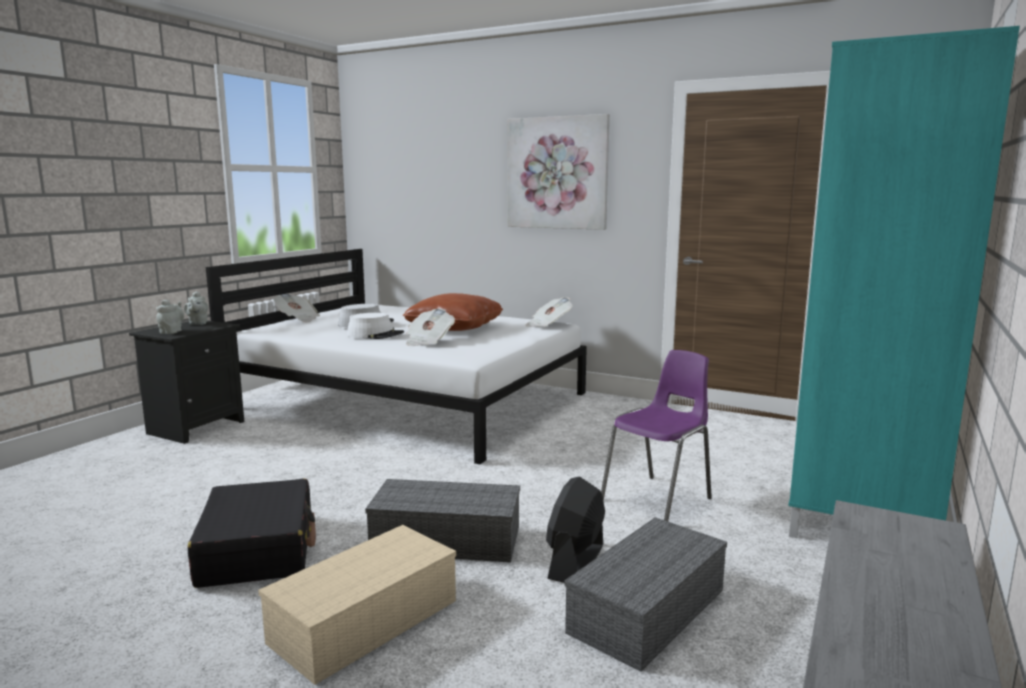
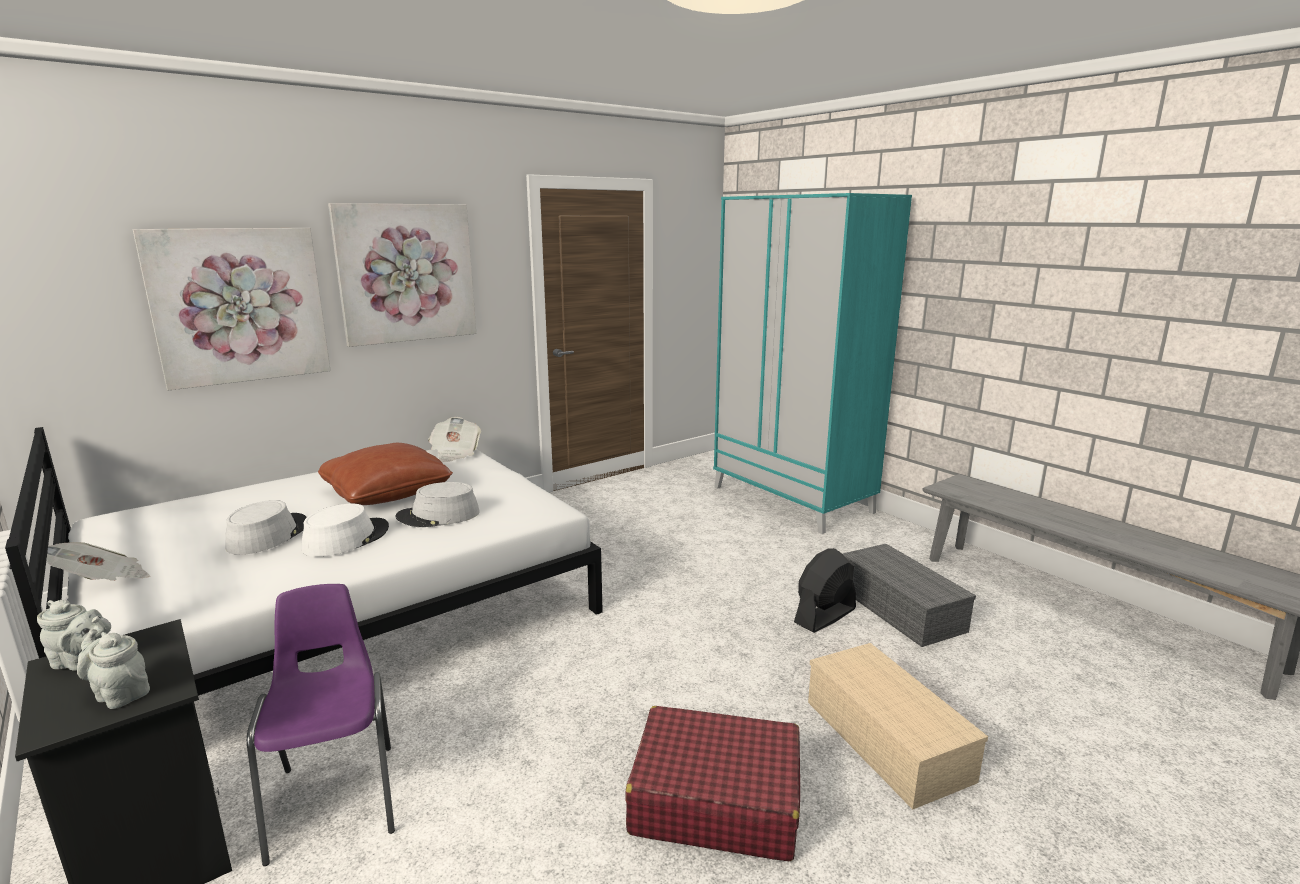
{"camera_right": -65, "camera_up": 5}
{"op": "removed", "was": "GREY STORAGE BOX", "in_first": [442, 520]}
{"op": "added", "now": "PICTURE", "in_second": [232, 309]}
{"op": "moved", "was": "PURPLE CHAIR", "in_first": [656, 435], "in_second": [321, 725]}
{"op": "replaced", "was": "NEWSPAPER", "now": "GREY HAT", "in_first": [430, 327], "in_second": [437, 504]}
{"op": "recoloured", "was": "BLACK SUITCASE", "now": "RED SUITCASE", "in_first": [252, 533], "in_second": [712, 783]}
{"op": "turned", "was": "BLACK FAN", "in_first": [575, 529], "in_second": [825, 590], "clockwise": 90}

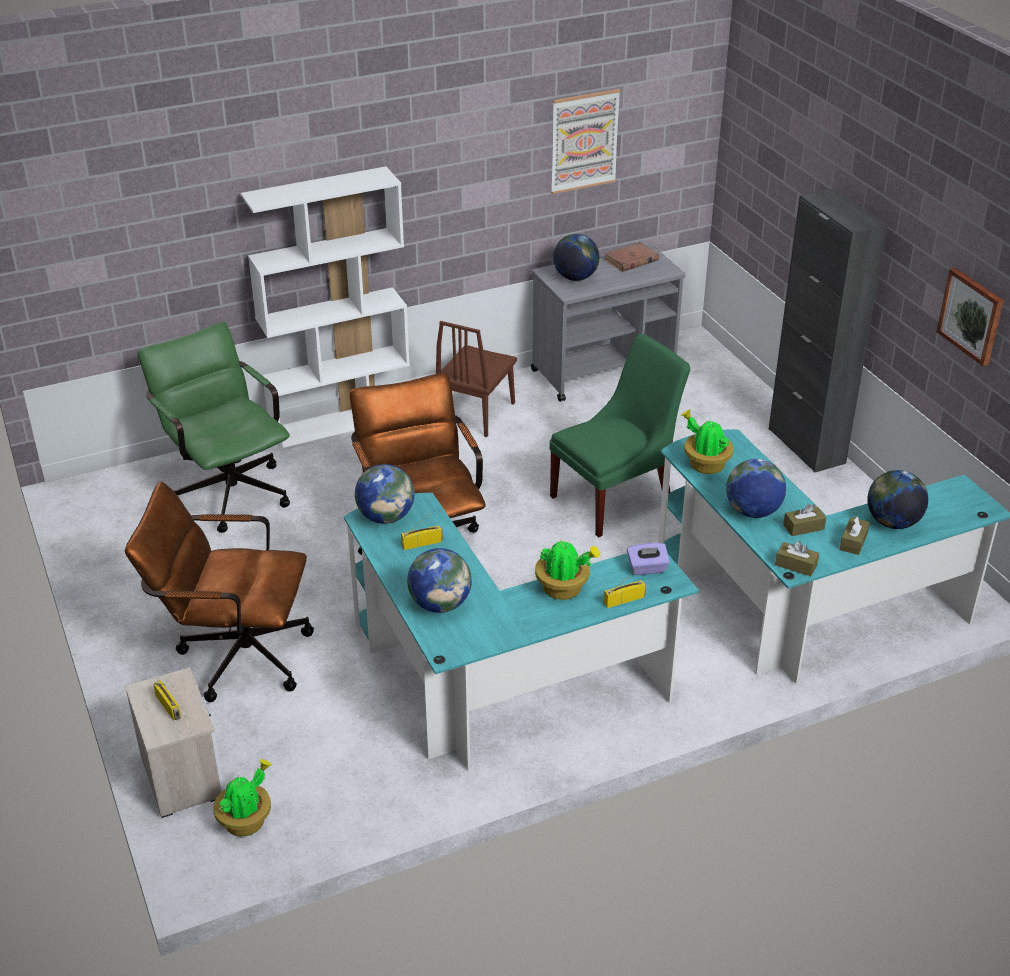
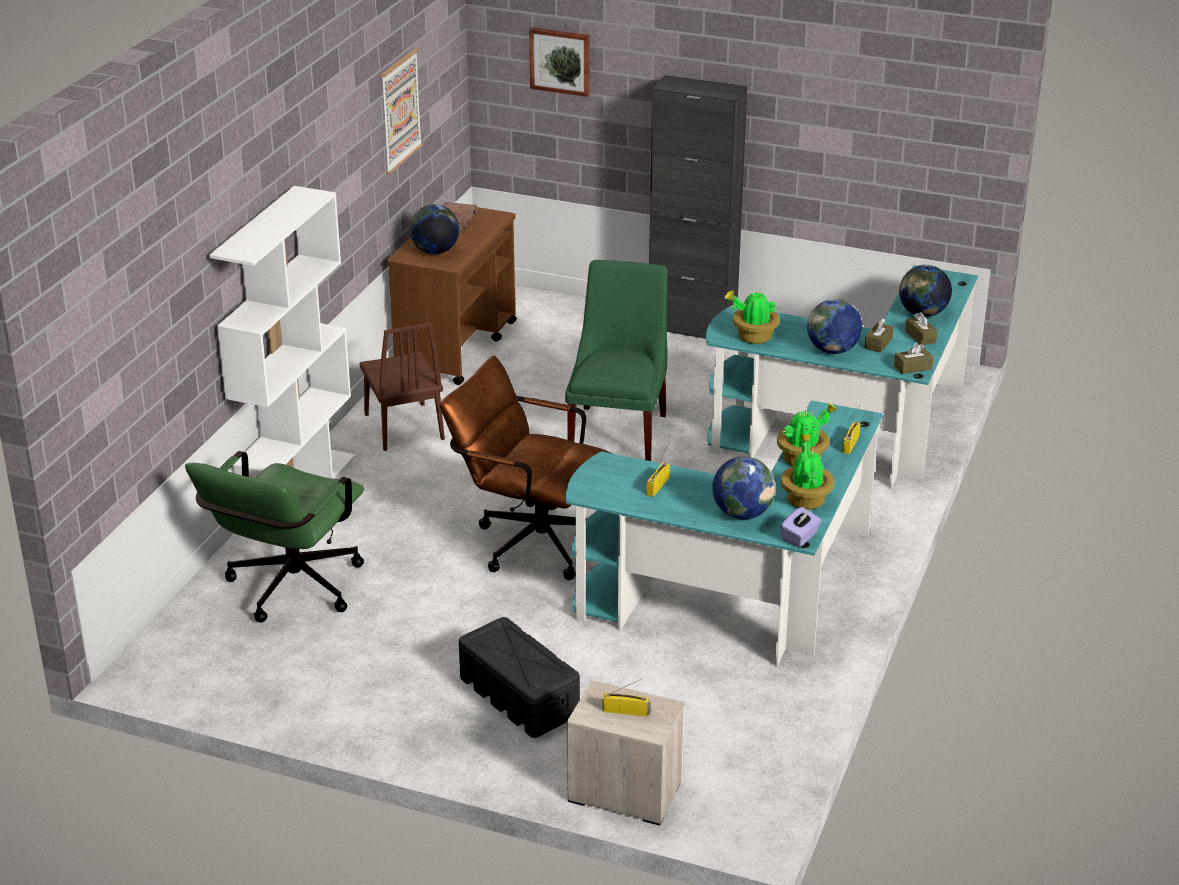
{"camera_right": -45, "camera_up": -5}
{"op": "removed", "was": "GLOBE", "in_first": [384, 494]}
{"op": "moved", "was": "POTTED PLANT", "in_first": [243, 798], "in_second": [807, 472]}
{"op": "moved", "was": "PURPLE TISSUE BOX", "in_first": [648, 559], "in_second": [801, 527]}
{"op": "moved", "was": "PICTURE", "in_first": [970, 317], "in_second": [559, 62]}
{"op": "replaced", "was": "BROWN OFFICE CHAIR", "now": "BLACK STORAGE BOX", "in_first": [219, 591], "in_second": [519, 677]}
{"op": "recoloured", "was": "GREY CART", "now": "BROWN CART", "in_first": [608, 323], "in_second": [452, 296]}
{"op": "turned", "was": "GREEN OFFICE CHAIR", "in_first": [214, 427], "in_second": [274, 537], "clockwise": -75}

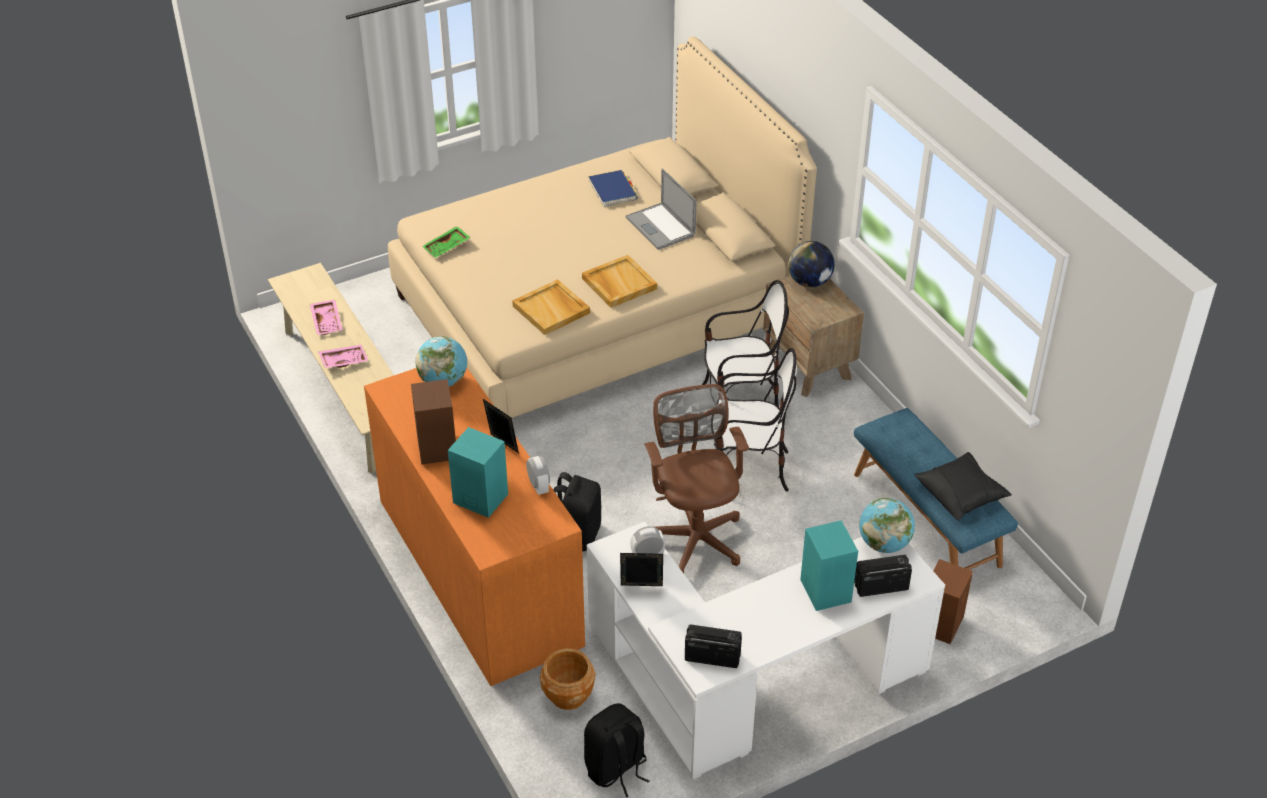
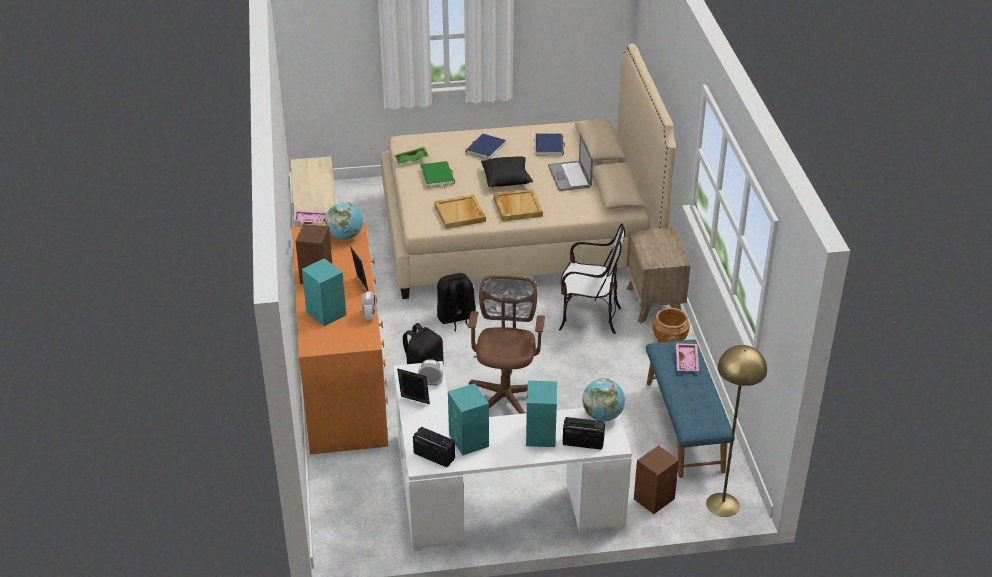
{"camera_right": 20, "camera_up": -5}
{"op": "removed", "was": "CHAIR", "in_first": [755, 420]}
{"op": "removed", "was": "GLOBE", "in_first": [811, 264]}
{"op": "added", "now": "GREEN BOOK", "in_second": [437, 174]}
{"op": "added", "now": "TURQUOISE SPEAKER", "in_second": [468, 419]}
{"op": "added", "now": "BLUE BOOK", "in_second": [485, 146]}
{"op": "added", "now": "YELLOW FLOOR LAMP", "in_second": [736, 431]}
{"op": "moved", "was": "PINK TRAY", "in_first": [326, 317], "in_second": [687, 357]}
{"op": "moved", "was": "BROWN PLANTER", "in_first": [567, 679], "in_second": [671, 325]}
{"op": "moved", "was": "BLACK BACKPACK", "in_first": [617, 750], "in_second": [456, 302]}
{"op": "moved", "was": "BLACK PILLOW", "in_first": [963, 486], "in_second": [507, 171]}

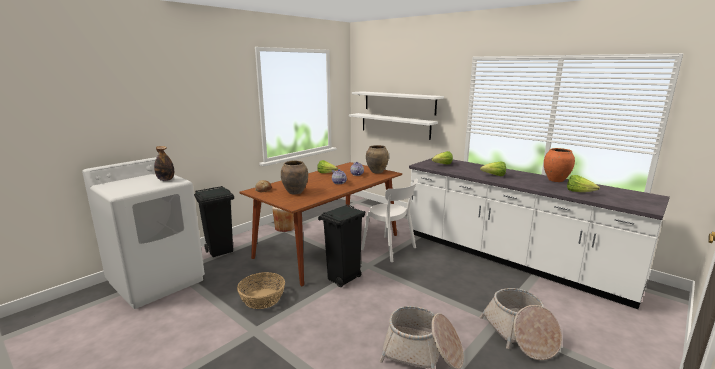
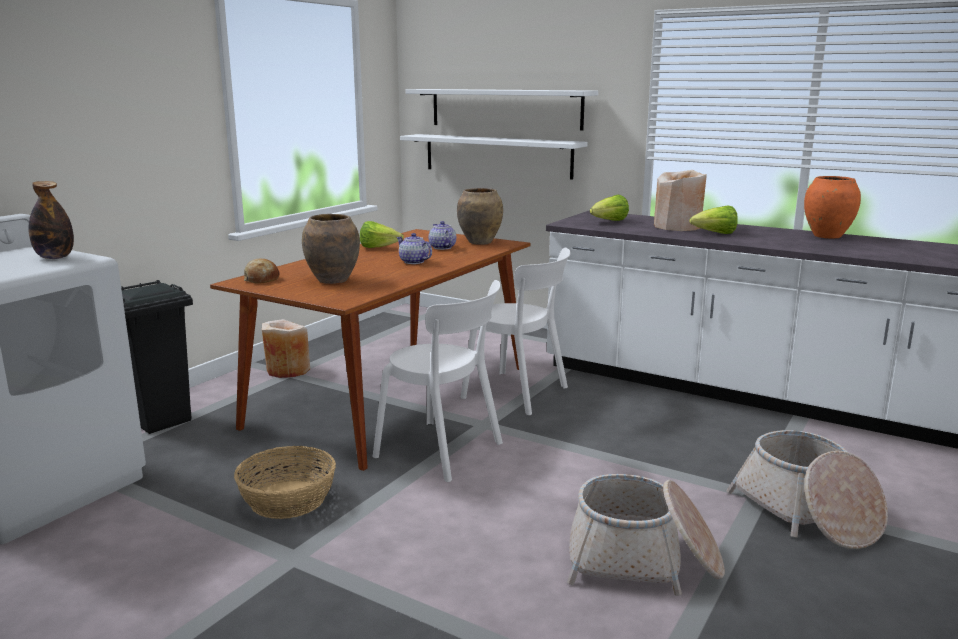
{"camera_right": -10, "camera_up": 0}
{"op": "removed", "was": "LETTUCE", "in_first": [583, 183]}
{"op": "added", "now": "BEIGE VASE", "in_second": [680, 200]}
{"op": "replaced", "was": "BLACK TRASH CAN", "now": "WHITE CHAIR", "in_first": [342, 245], "in_second": [438, 381]}

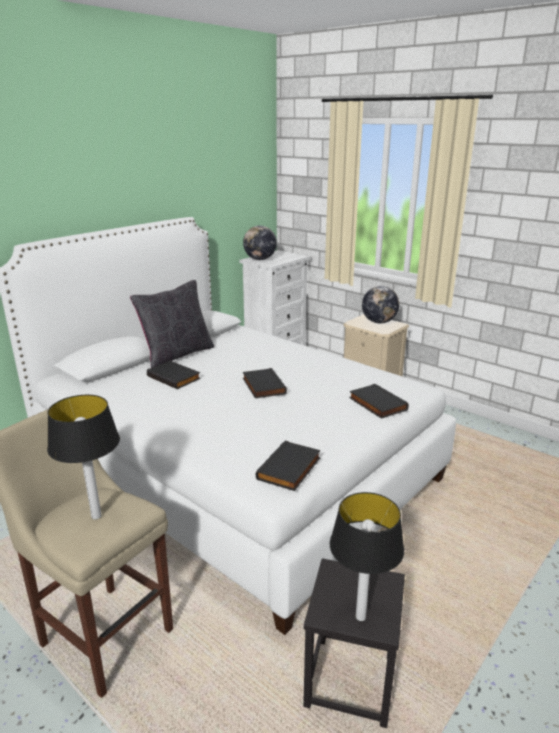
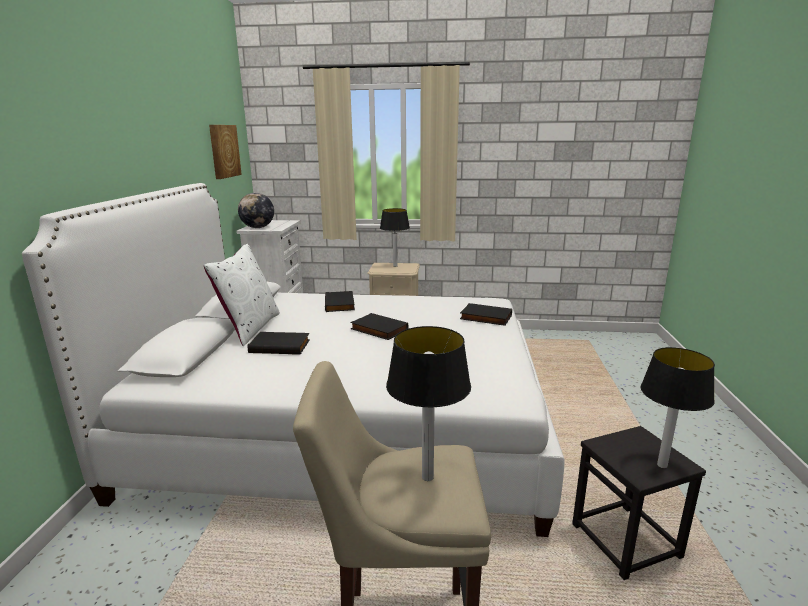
{"camera_right": -35, "camera_up": -5}
{"op": "added", "now": "PICTURE", "in_second": [225, 152]}
{"op": "moved", "was": "BLACK BOOK", "in_first": [288, 465], "in_second": [340, 301]}
{"op": "replaced", "was": "GLOBE", "now": "TABLE LAMP", "in_first": [380, 304], "in_second": [395, 237]}
{"op": "recoloured", "was": "BLACK PILLOW", "now": "WHITE PILLOW", "in_first": [172, 324], "in_second": [242, 295]}

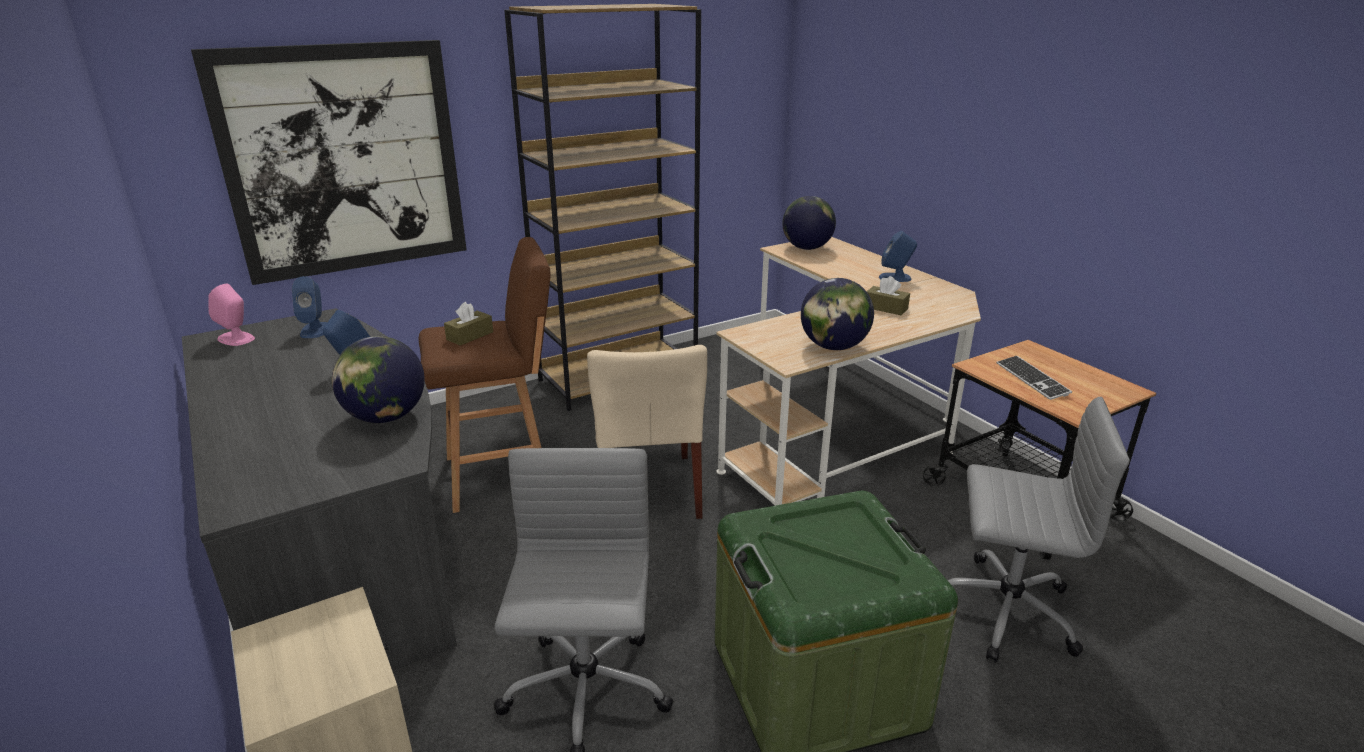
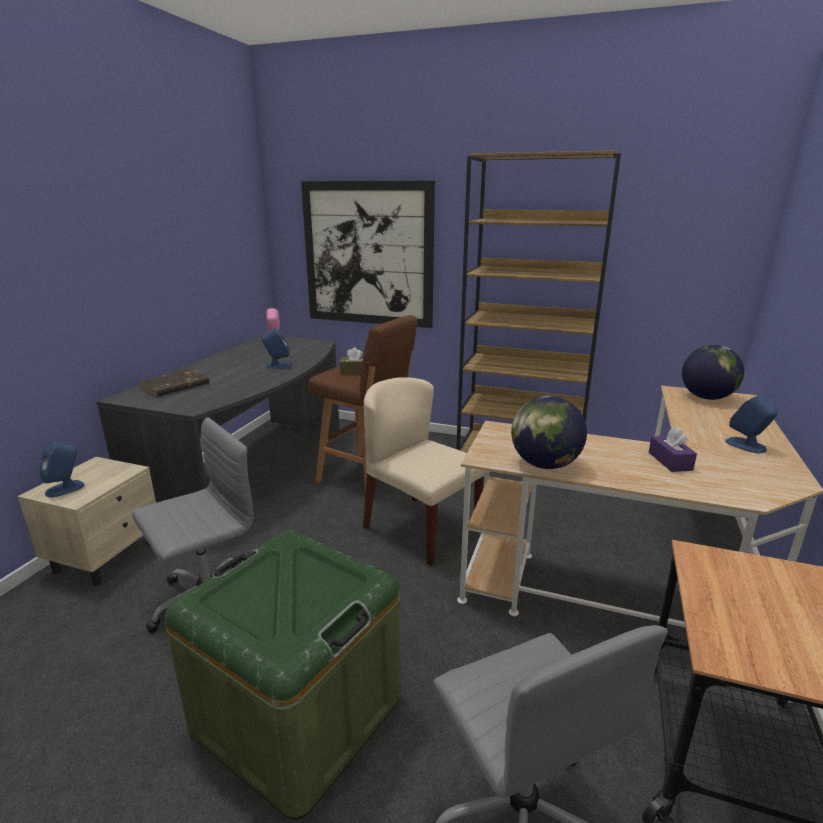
{"camera_right": 50, "camera_up": -5}
{"op": "removed", "was": "GLOBE", "in_first": [378, 379]}
{"op": "removed", "was": "KEYBOARD", "in_first": [1034, 378]}
{"op": "added", "now": "BROWN BOOK", "in_second": [174, 383]}
{"op": "moved", "was": "BLUE SPEAKER", "in_first": [309, 307], "in_second": [61, 470]}
{"op": "recoloured", "was": "BROWN TISSUE BOX", "now": "PURPLE TISSUE BOX", "in_first": [888, 295], "in_second": [673, 449]}
{"op": "turned", "was": "BEIGE CHAIR", "in_first": [647, 432], "in_second": [423, 471], "clockwise": 90}

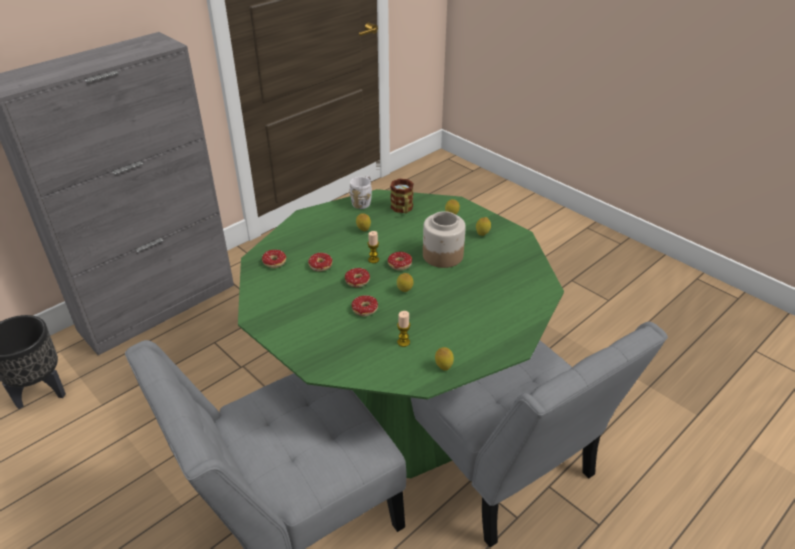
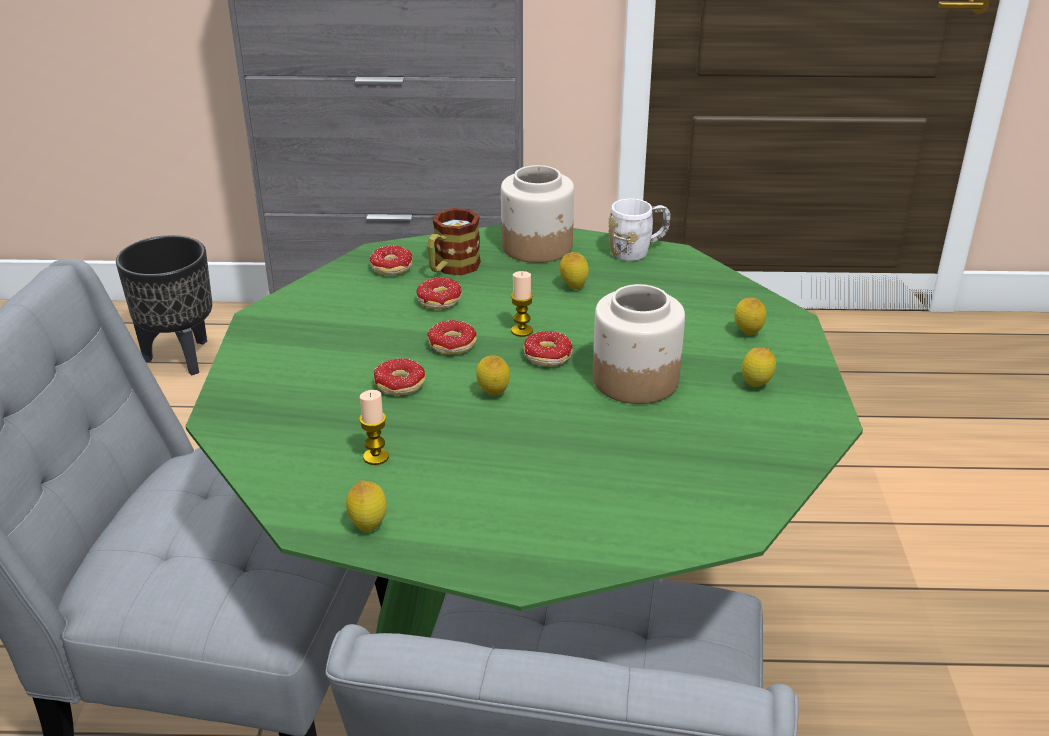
{"camera_right": 45, "camera_up": -5}
{"op": "added", "now": "JAR", "in_second": [537, 214]}
{"op": "moved", "was": "MUG", "in_first": [402, 196], "in_second": [454, 241]}

